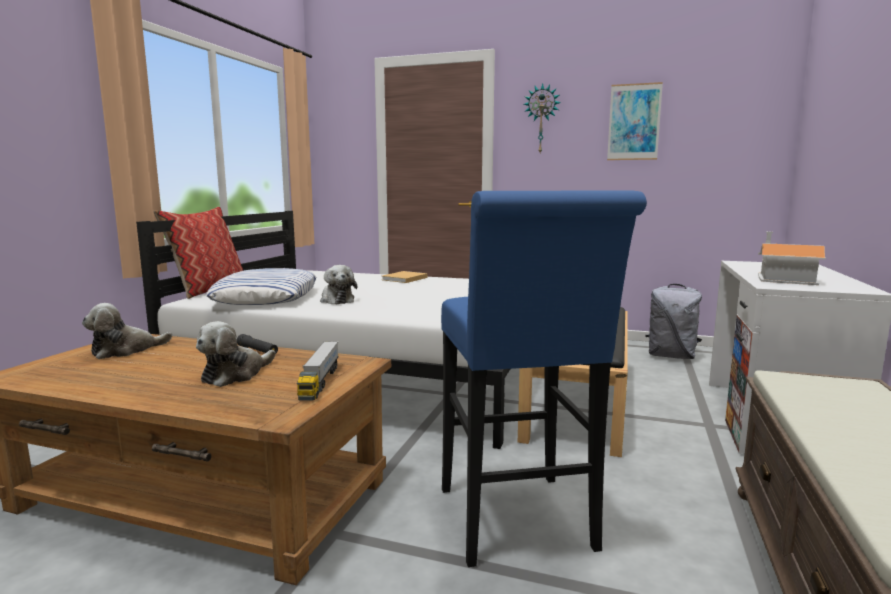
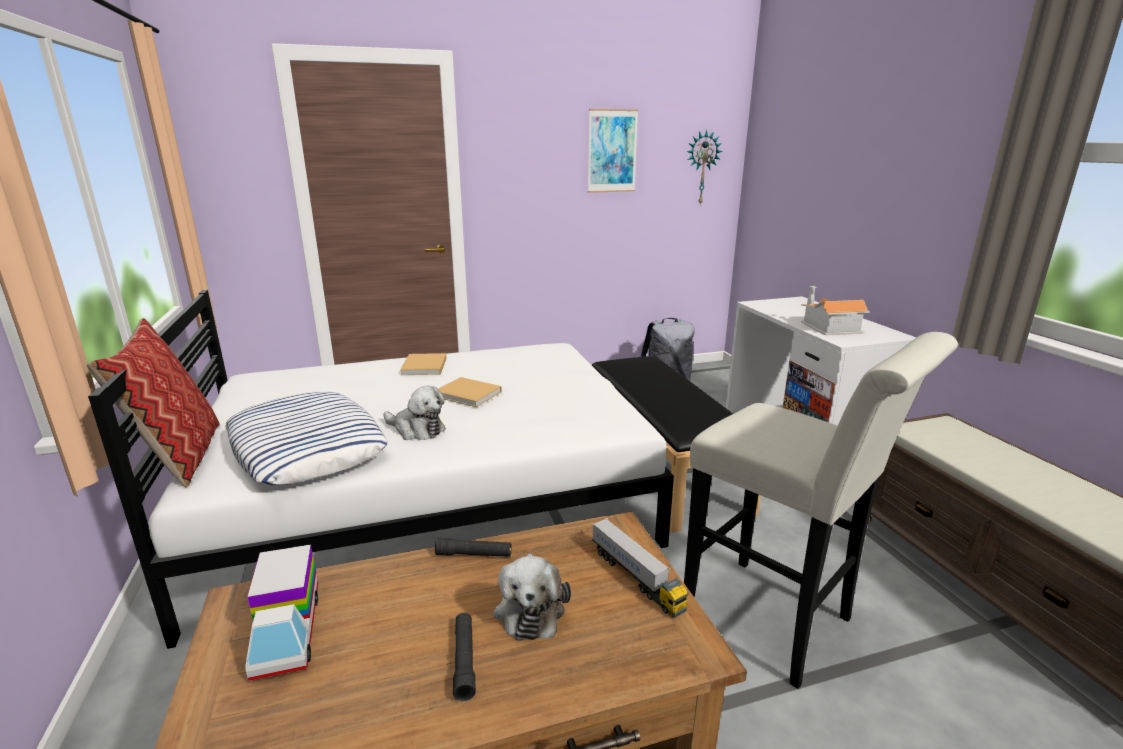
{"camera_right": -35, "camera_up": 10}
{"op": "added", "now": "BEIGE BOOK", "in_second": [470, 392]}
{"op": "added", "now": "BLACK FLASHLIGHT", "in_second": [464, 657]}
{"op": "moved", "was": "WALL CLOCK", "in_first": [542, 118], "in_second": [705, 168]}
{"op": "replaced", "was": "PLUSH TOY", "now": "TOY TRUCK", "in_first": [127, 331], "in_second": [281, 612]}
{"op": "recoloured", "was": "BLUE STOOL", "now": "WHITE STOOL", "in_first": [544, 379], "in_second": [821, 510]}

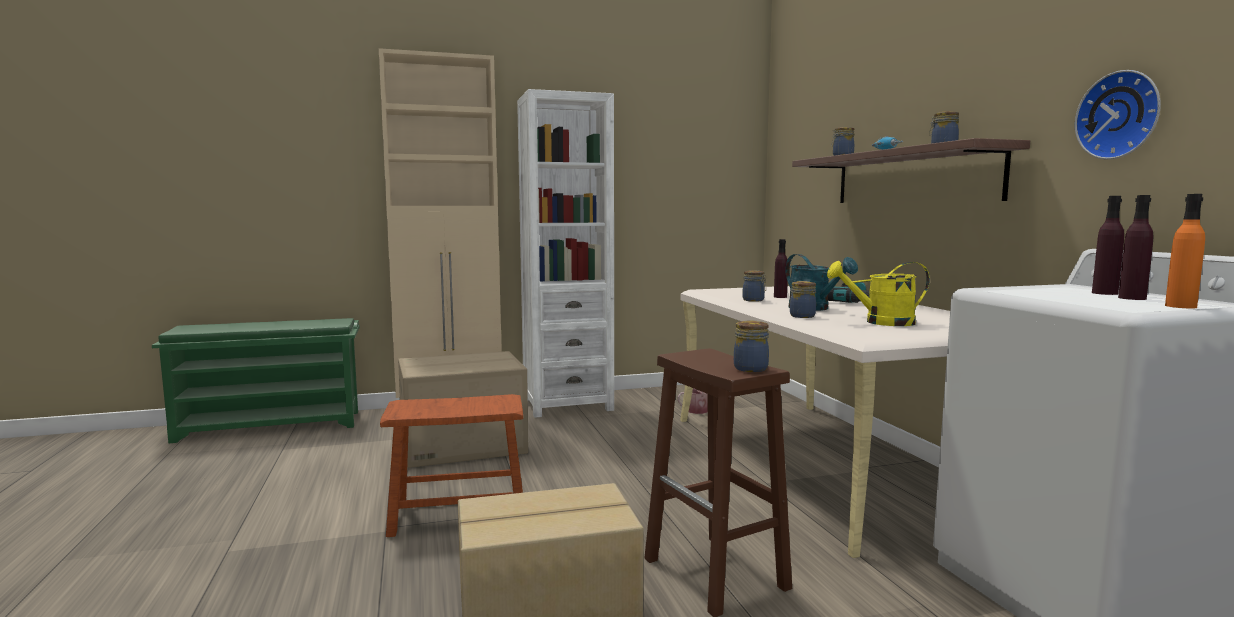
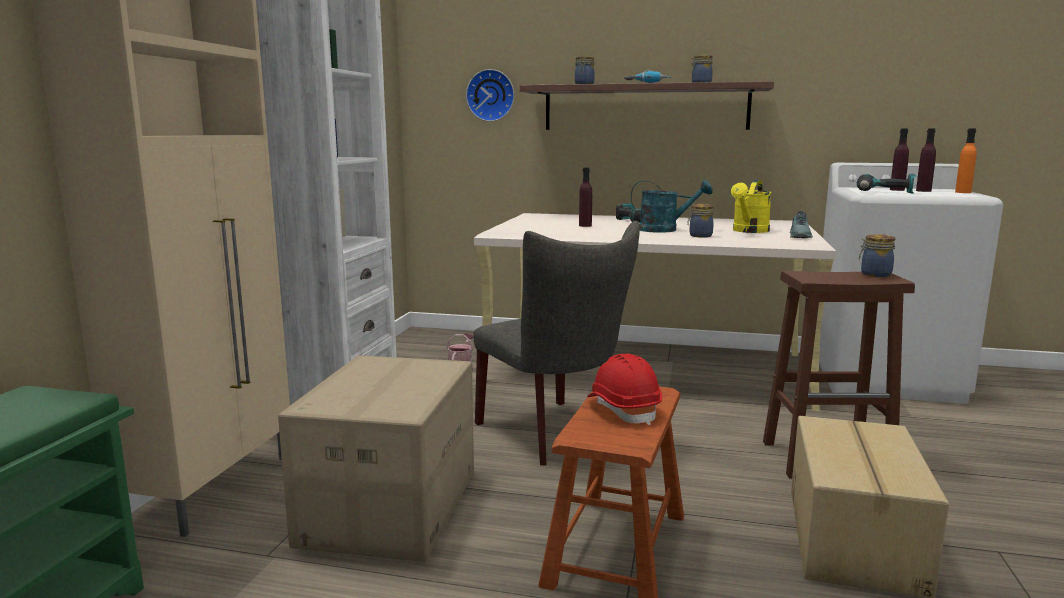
{"camera_right": -60, "camera_up": 5}
{"op": "removed", "was": "JAR", "in_first": [754, 286]}
{"op": "added", "now": "GREY CHAIR", "in_second": [556, 343]}
{"op": "added", "now": "RED HARD HAT", "in_second": [624, 389]}
{"op": "added", "now": "SHOE", "in_second": [801, 224]}
{"op": "added", "now": "POWER DRILL", "in_second": [886, 183]}
{"op": "moved", "was": "WALL CLOCK", "in_first": [1118, 115], "in_second": [490, 95]}

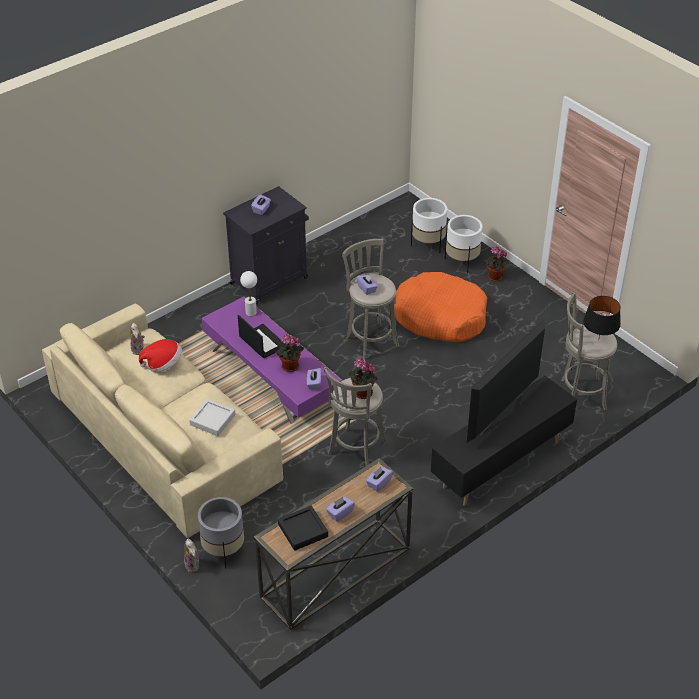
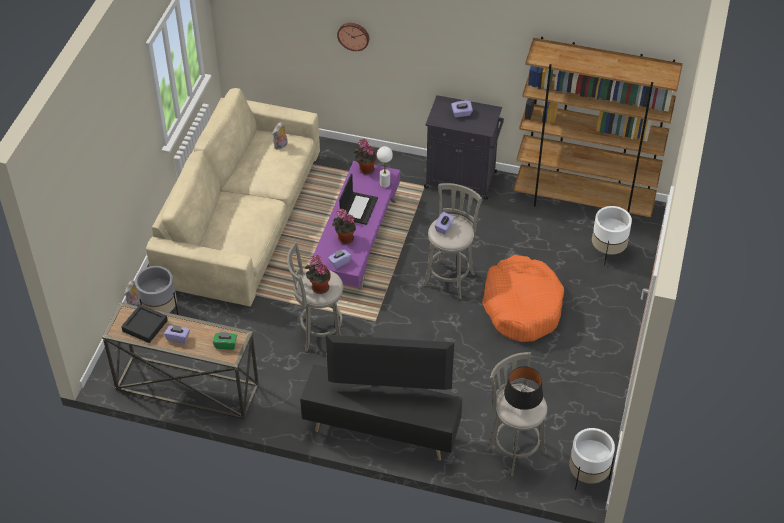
{"camera_right": 55, "camera_up": 5}
{"op": "removed", "was": "HAT", "in_first": [160, 355]}
{"op": "removed", "was": "GREY TRAY", "in_first": [212, 417]}
{"op": "added", "now": "WALL CLOCK", "in_second": [353, 37]}
{"op": "added", "now": "BROWN BOOKCASE", "in_second": [598, 127]}
{"op": "moved", "was": "WHITE PLANTER", "in_first": [464, 244], "in_second": [592, 459]}
{"op": "moved", "was": "POTTED PLANT", "in_first": [497, 264], "in_second": [364, 156]}
{"op": "recoloured", "was": "PURPLE TISSUE BOX", "now": "GREEN TISSUE BOX", "in_first": [379, 479], "in_second": [225, 341]}

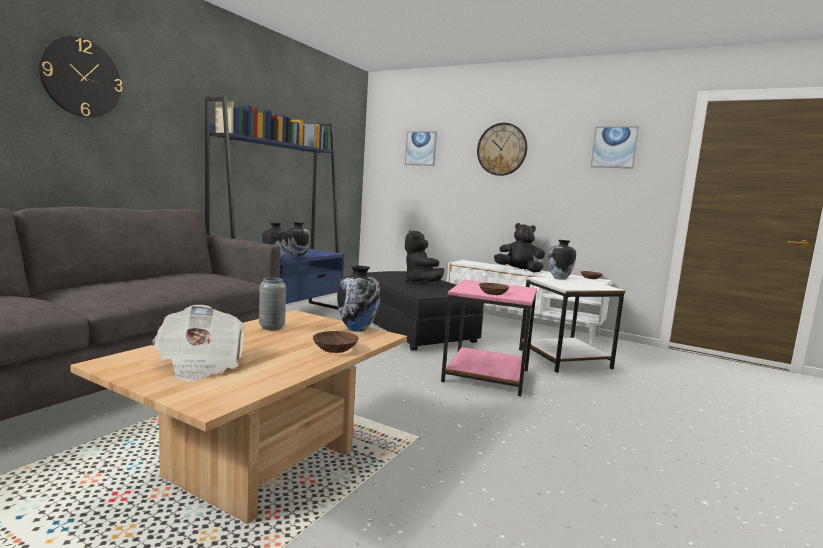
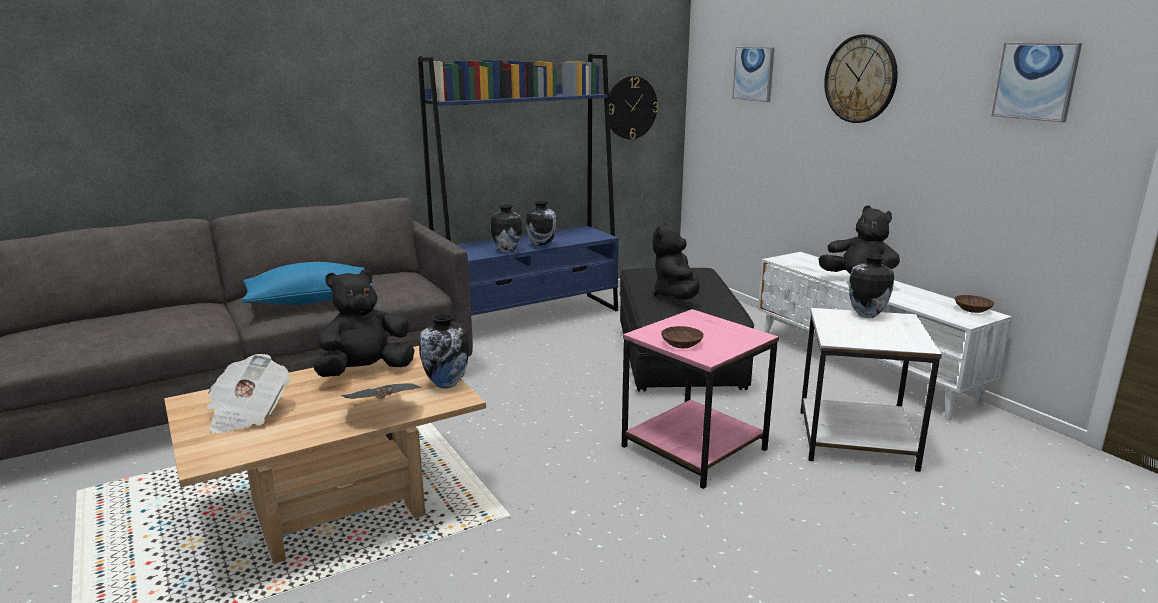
{"camera_right": 30, "camera_up": 10}
{"op": "added", "now": "BLUE PILLOW", "in_second": [307, 283]}
{"op": "moved", "was": "WALL CLOCK", "in_first": [80, 77], "in_second": [633, 107]}
{"op": "replaced", "was": "GREY VASE", "now": "BLACK PLUSH TOY", "in_first": [272, 304], "in_second": [364, 323]}
{"op": "replaced", "was": "BROWN BOWL", "now": "NEWSPAPER", "in_first": [336, 342], "in_second": [381, 391]}

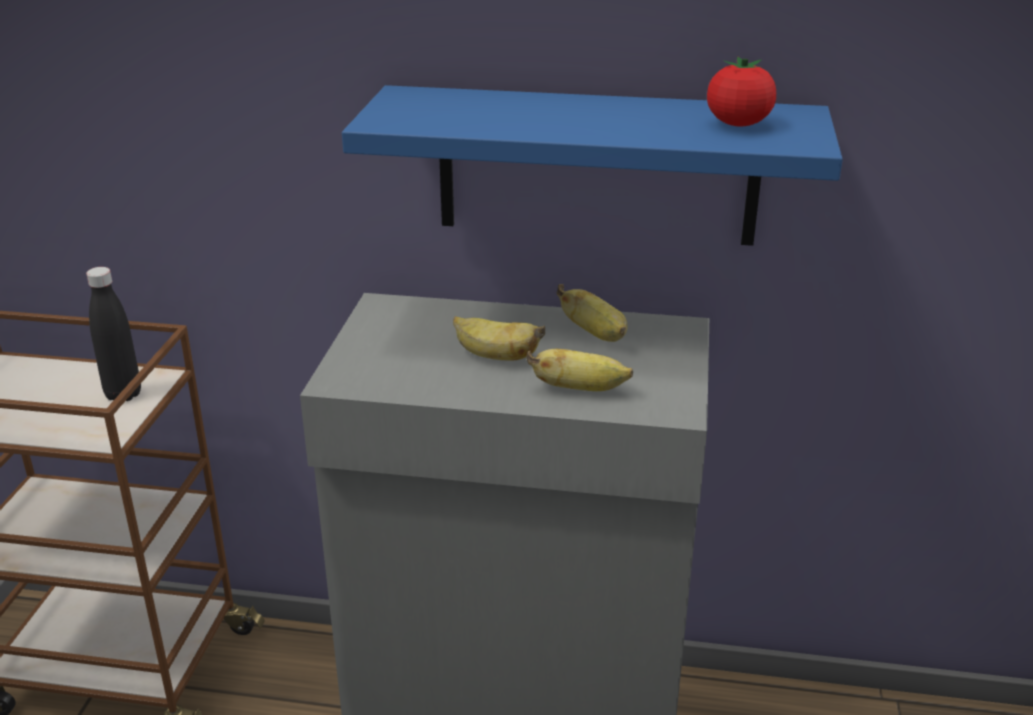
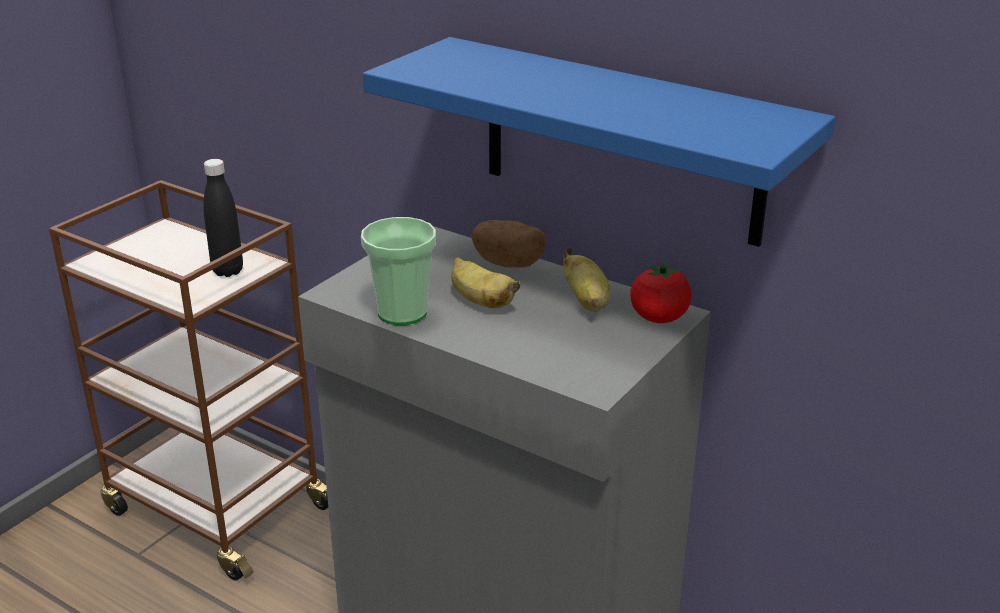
{"camera_right": 25, "camera_up": 0}
{"op": "removed", "was": "BANANA", "in_first": [579, 370]}
{"op": "added", "now": "CUP", "in_second": [398, 271]}
{"op": "added", "now": "POTATO", "in_second": [509, 244]}
{"op": "moved", "was": "TOMATO", "in_first": [741, 91], "in_second": [661, 292]}

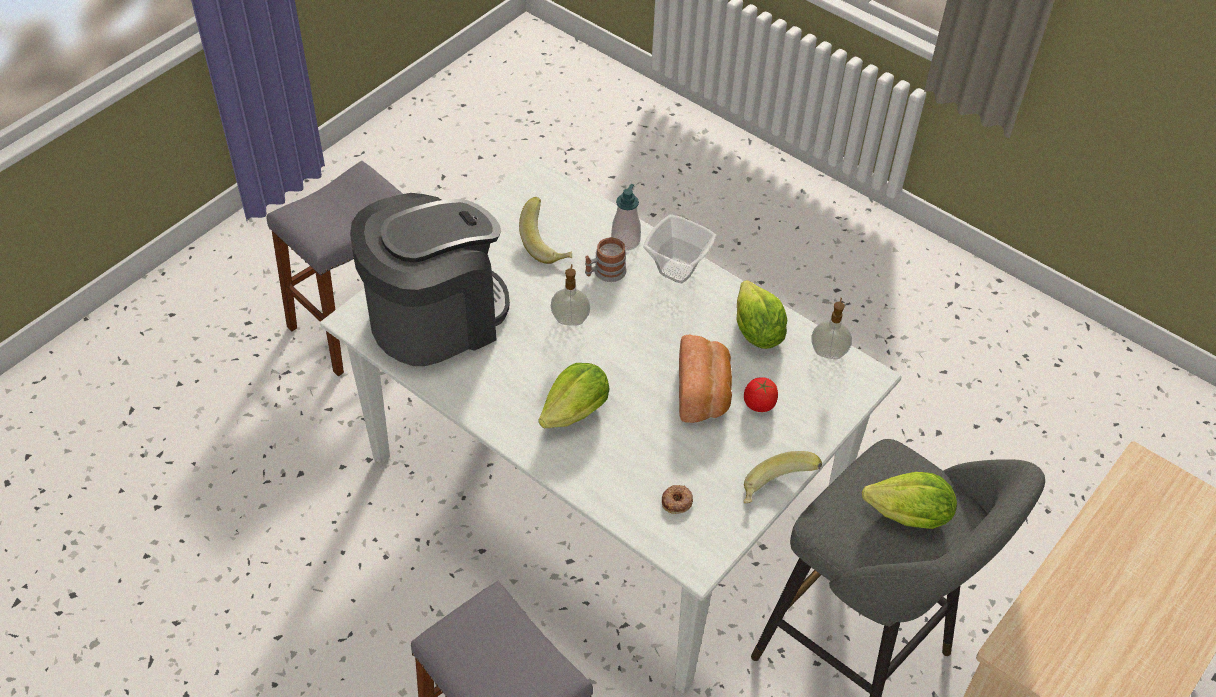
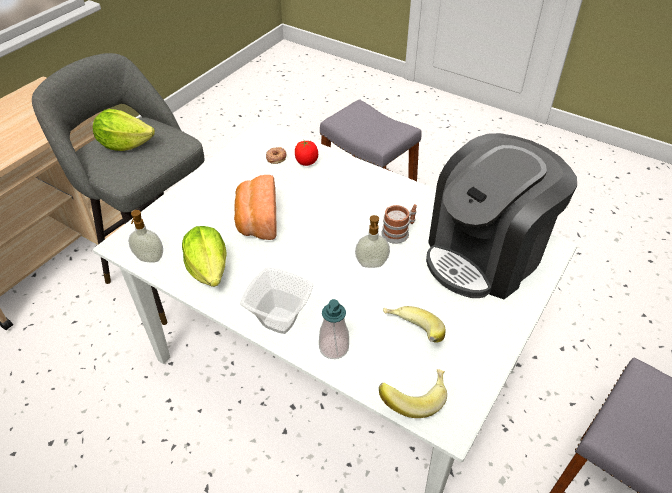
{"camera_right": 175, "camera_up": -5}
{"op": "removed", "was": "LETTUCE", "in_first": [573, 395]}
{"op": "moved", "was": "MUG", "in_first": [605, 259], "in_second": [399, 224]}
{"op": "moved", "was": "BANANA", "in_first": [782, 477], "in_second": [413, 393]}
{"op": "moved", "was": "TOMATO", "in_first": [761, 394], "in_second": [306, 152]}

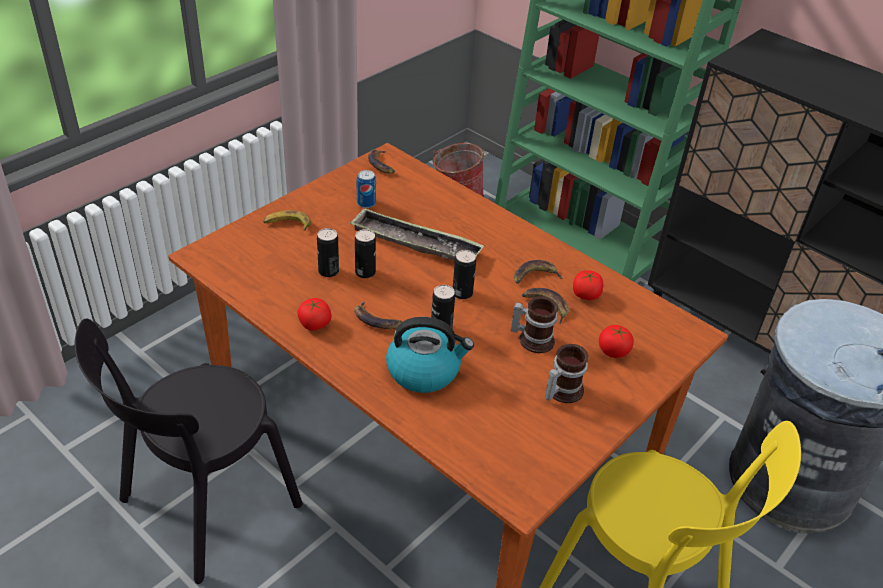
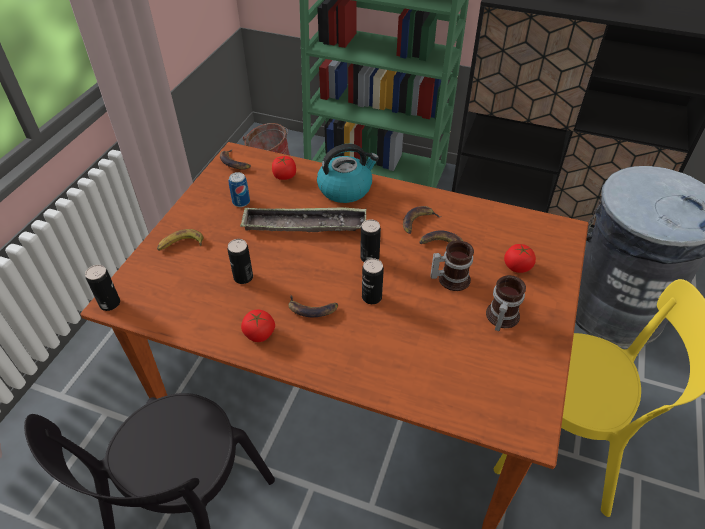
{"camera_right": -20, "camera_up": 5}
{"op": "moved", "was": "CAN", "in_first": [365, 253], "in_second": [102, 288]}
{"op": "moved", "was": "KETTLE", "in_first": [430, 355], "in_second": [348, 173]}
{"op": "moved", "was": "TOMATO", "in_first": [588, 285], "in_second": [284, 168]}

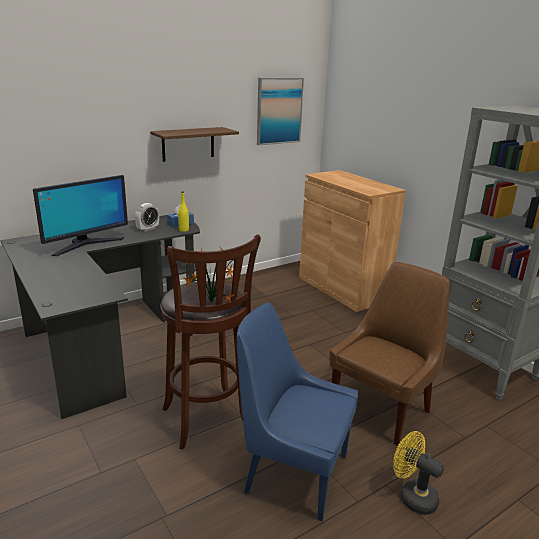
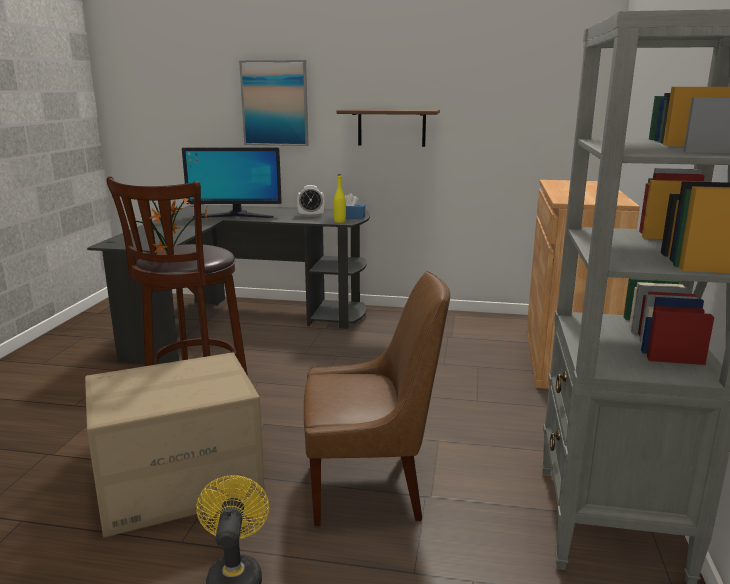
{"camera_right": 45, "camera_up": -5}
{"op": "moved", "was": "PICTURE", "in_first": [280, 111], "in_second": [274, 103]}
{"op": "replaced", "was": "BLUE CHAIR", "now": "CARDBOARD BOX", "in_first": [297, 412], "in_second": [175, 445]}

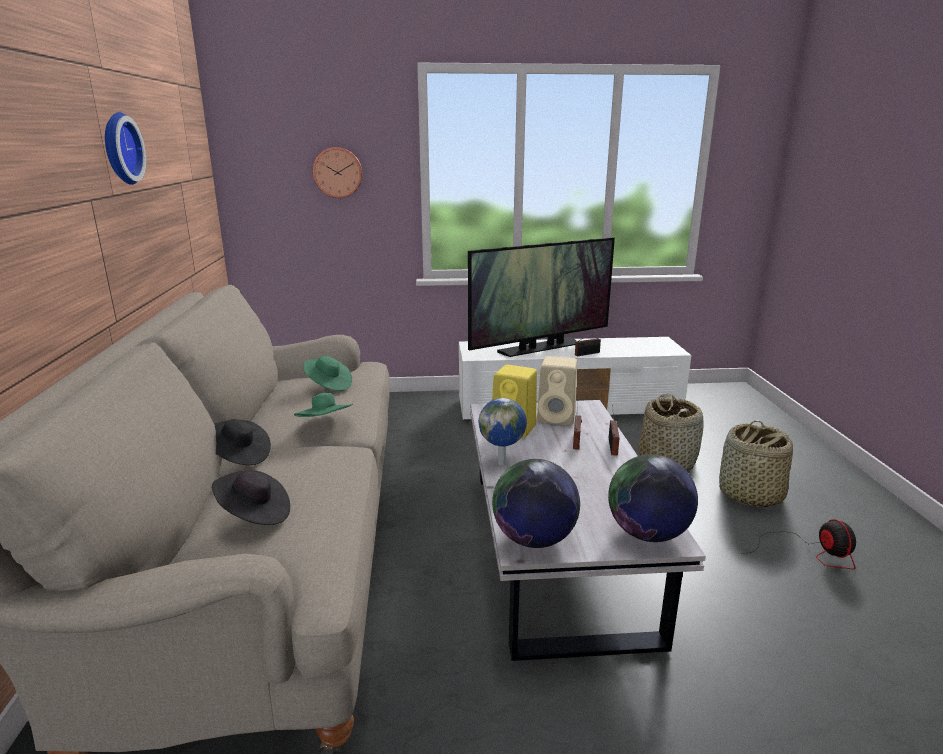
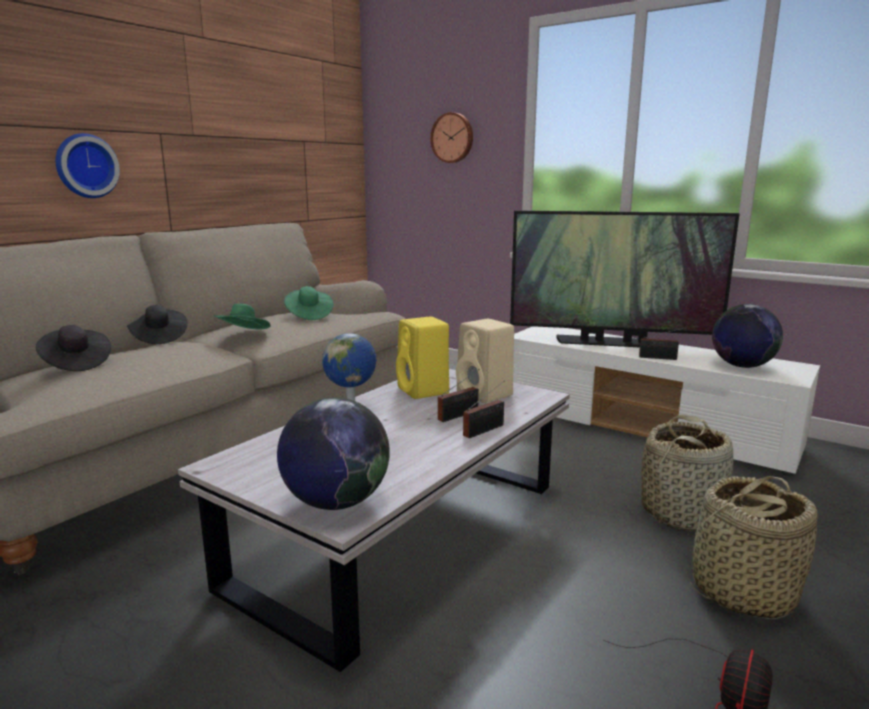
{"camera_right": 40, "camera_up": -5}
{"op": "moved", "was": "WALL CLOCK", "in_first": [125, 148], "in_second": [88, 165]}
{"op": "moved", "was": "GLOBE", "in_first": [536, 503], "in_second": [747, 336]}

